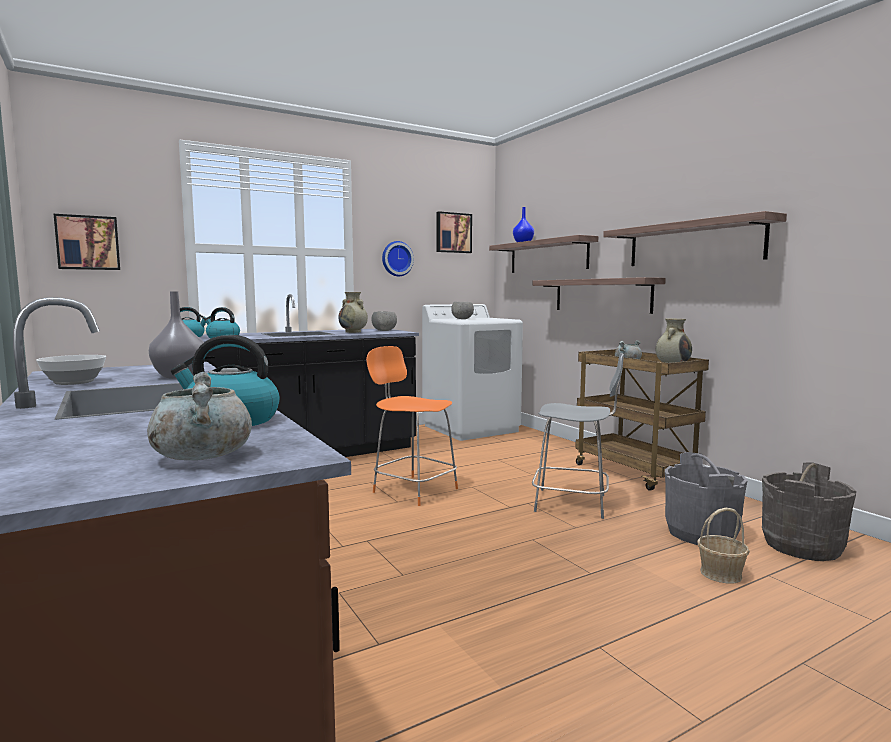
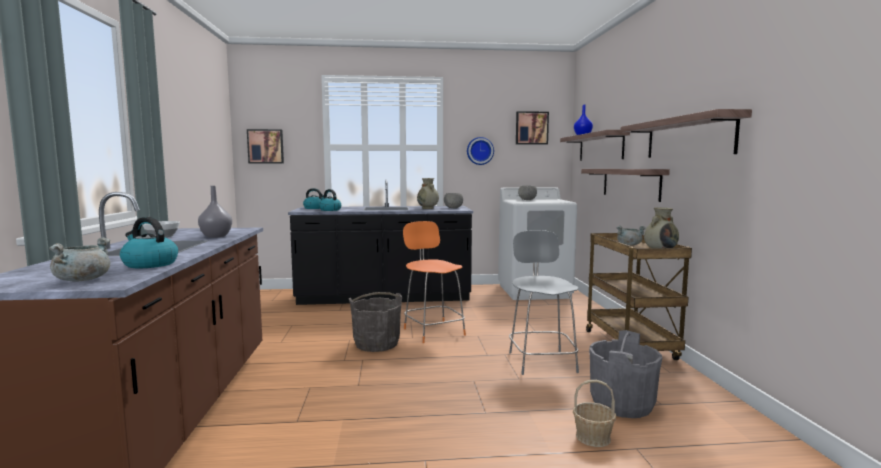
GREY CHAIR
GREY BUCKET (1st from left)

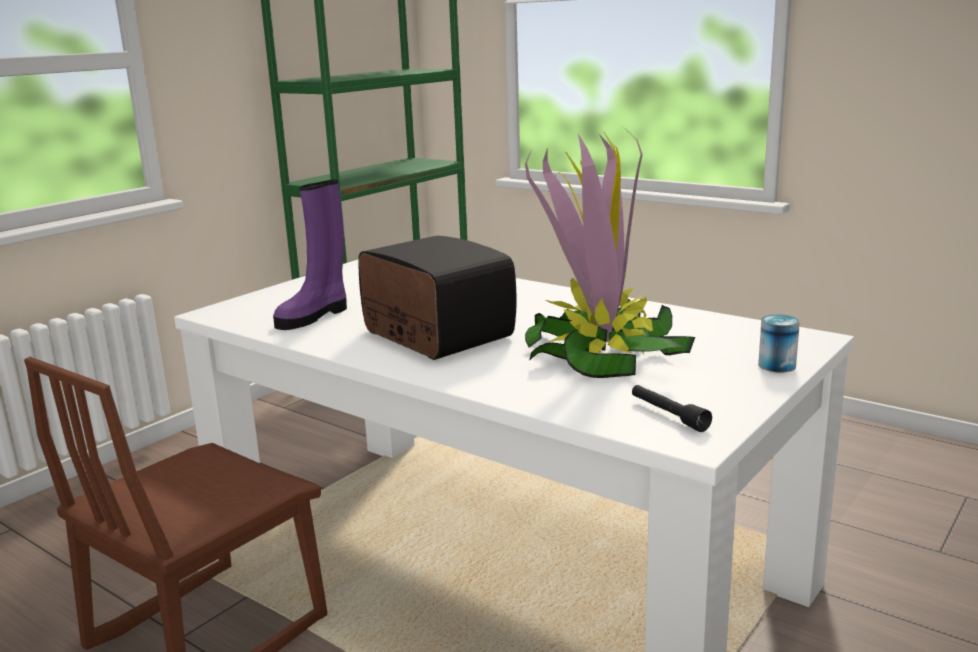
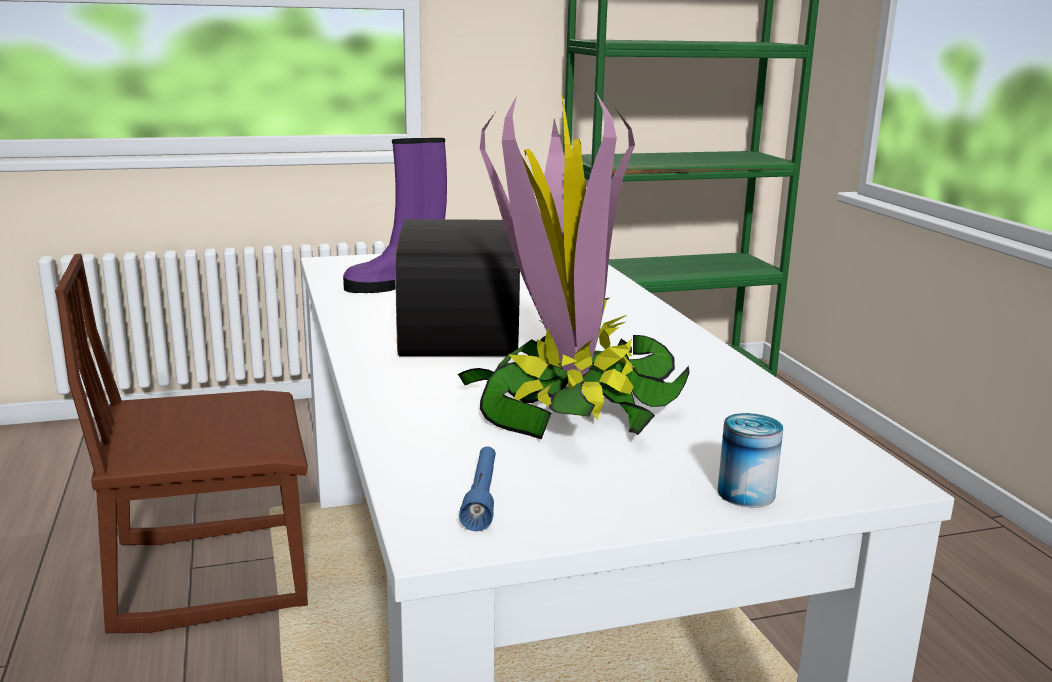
BLUE FLASHLIGHT

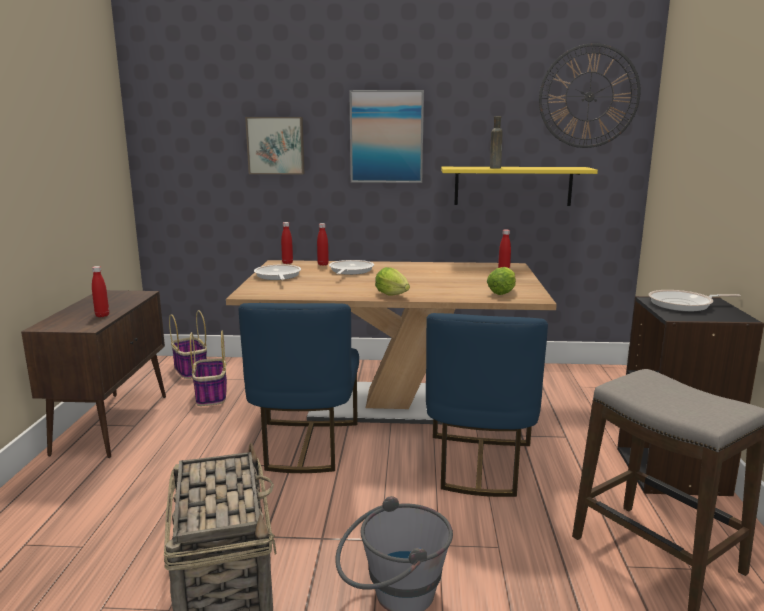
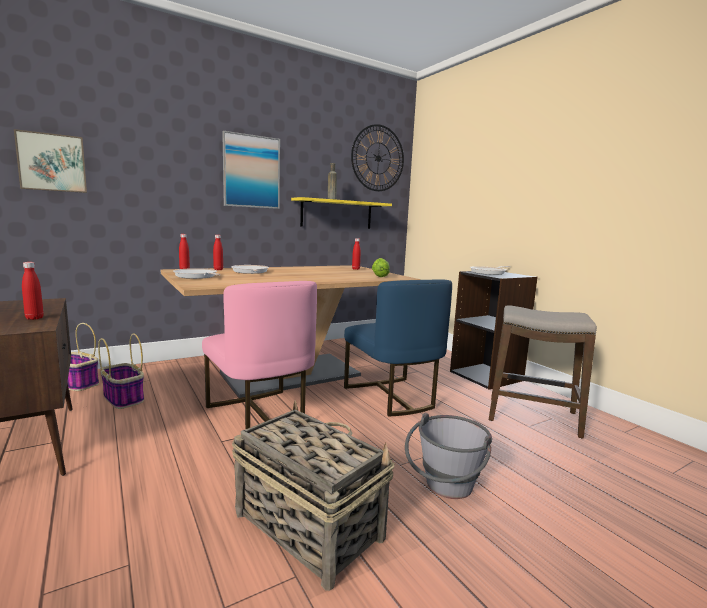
PINK CHAIR
PICTURE (1st from left)
LETTUCE (1st from left in the first image)

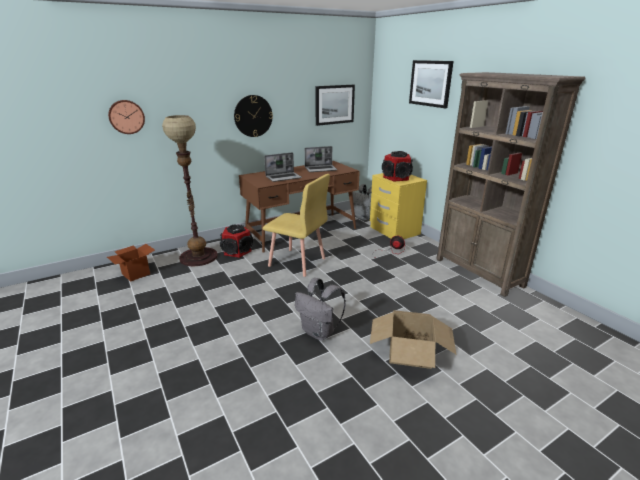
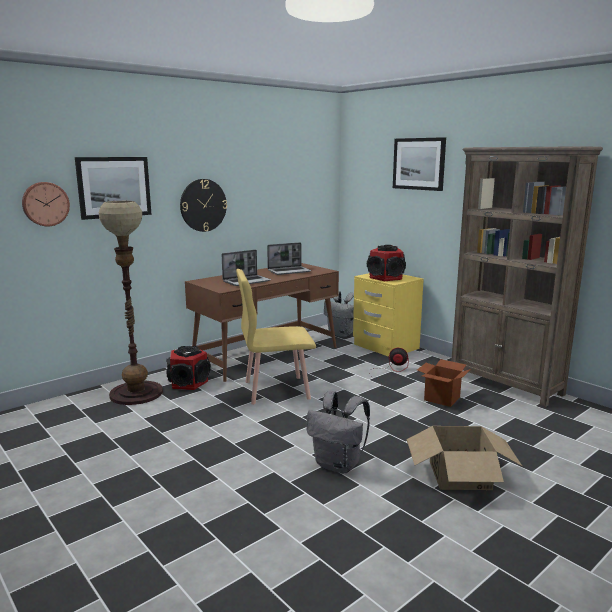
CARDBOARD BOX (1st from left)
YELLOW CHAIR
PICTURE (1st from left)

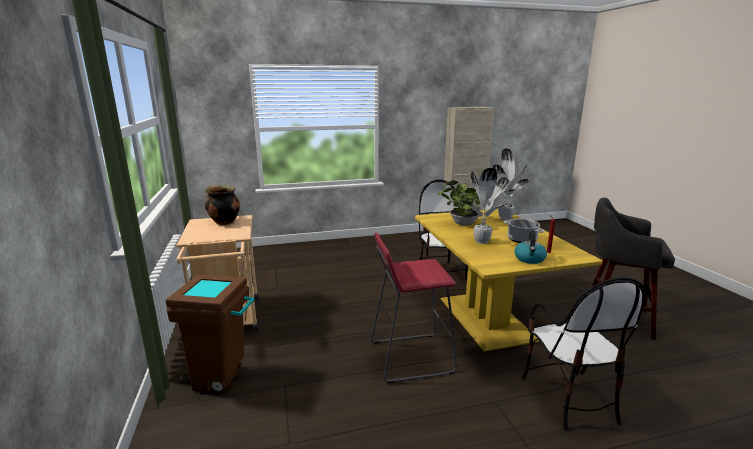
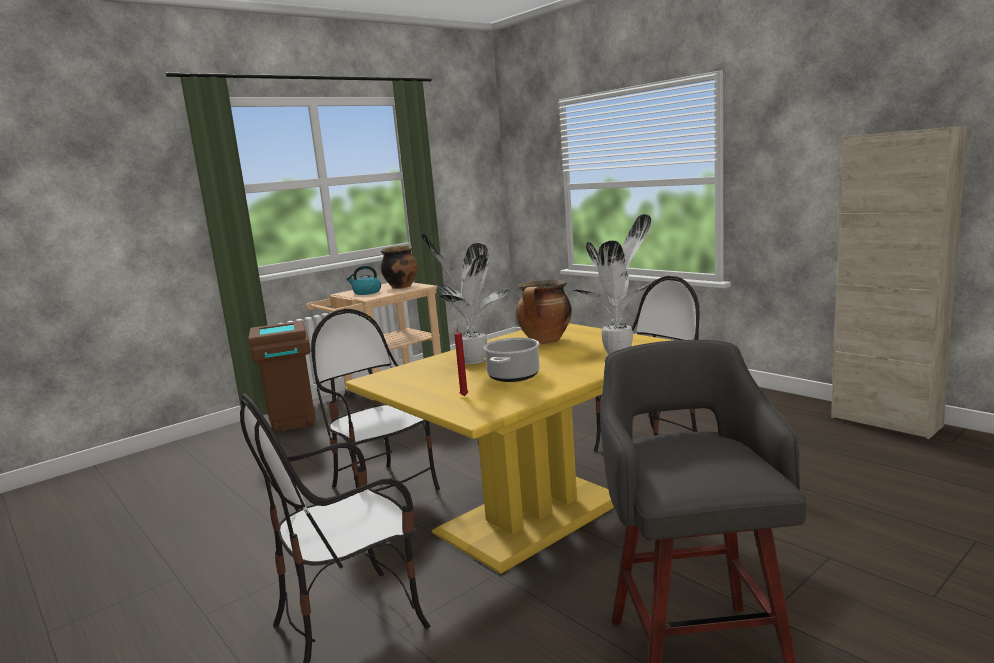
CHAIR (2nd from left)
COOKING POT (3rd from left)
KETTLE

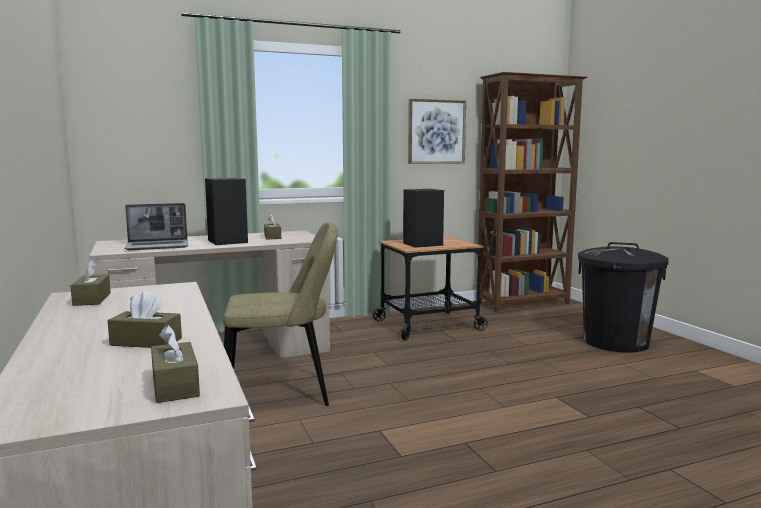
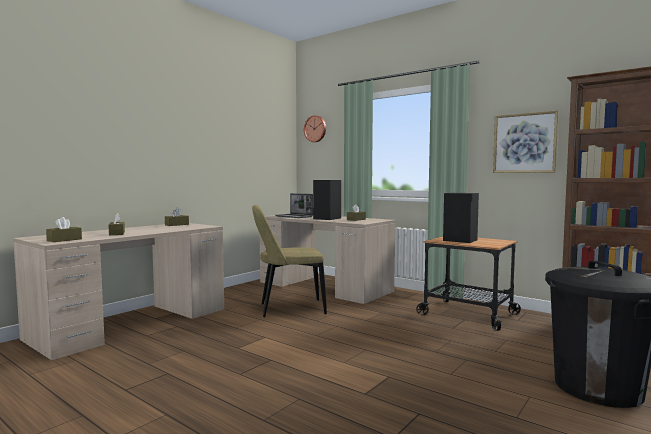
BEIGE CHAIR
WALL CLOCK

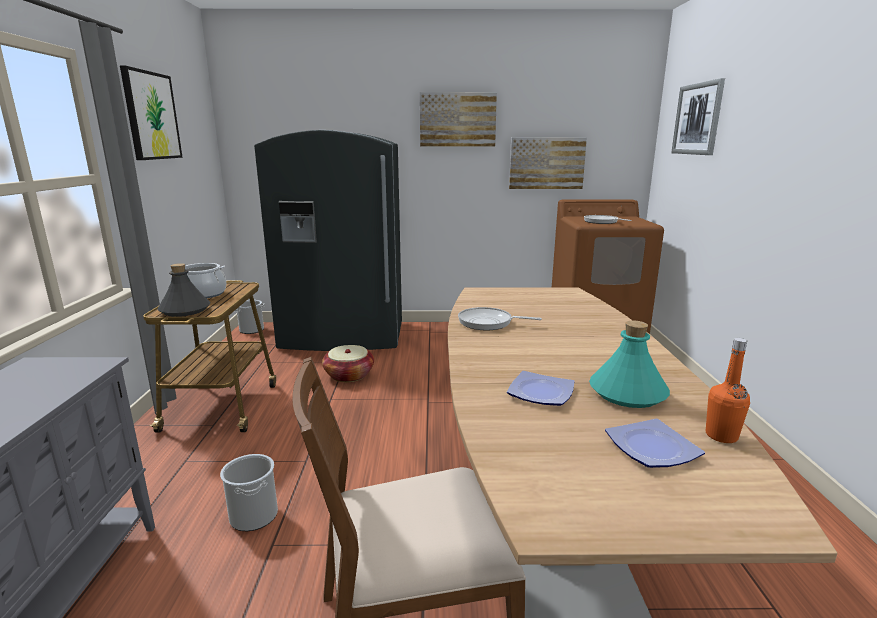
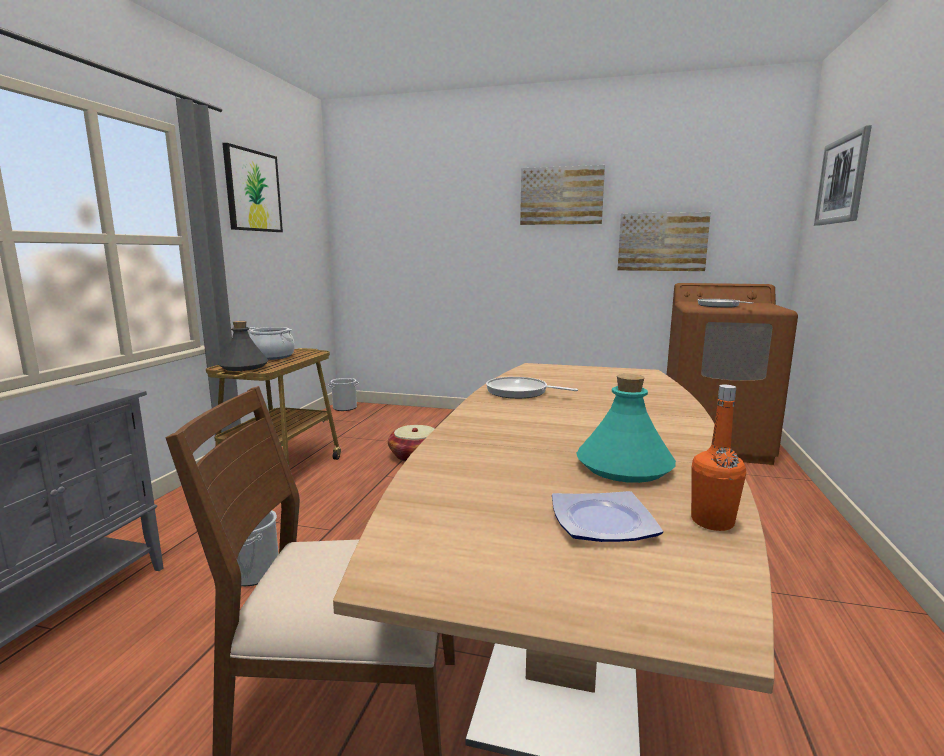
GREY FRIDGE
PLATE (1st from left in the first image)

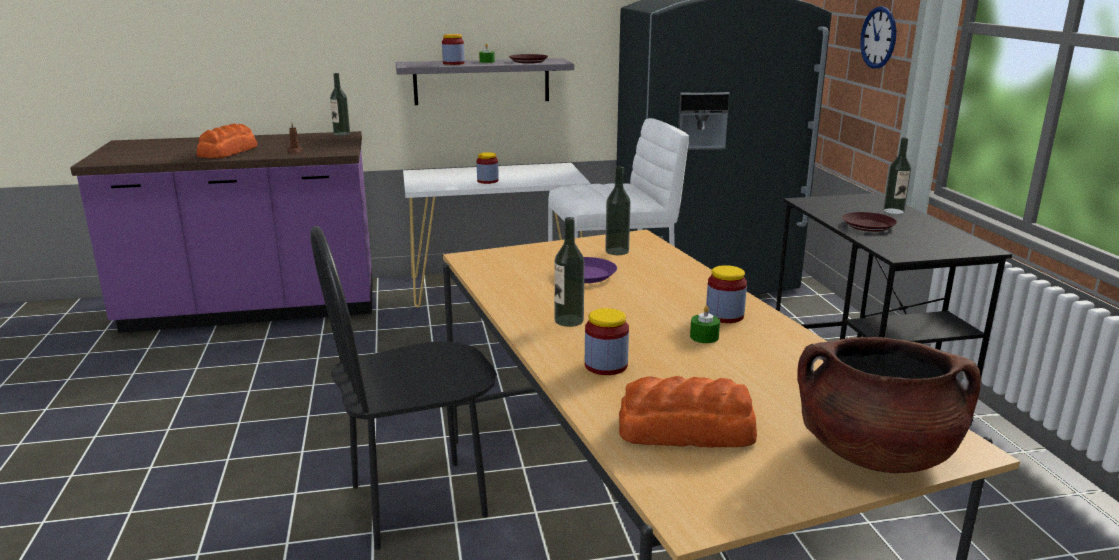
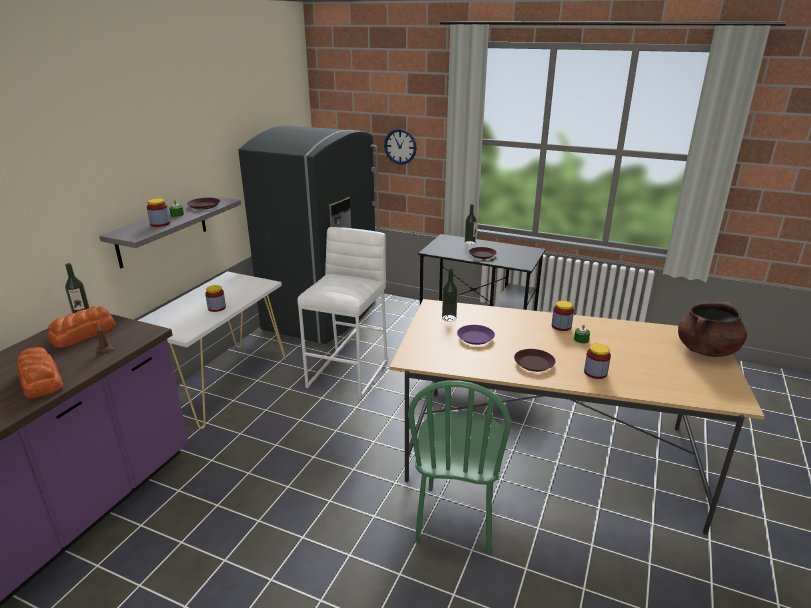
GREEN CHAIR
BROWN PLATE (3rd from left)
BREAD (2nd from left)

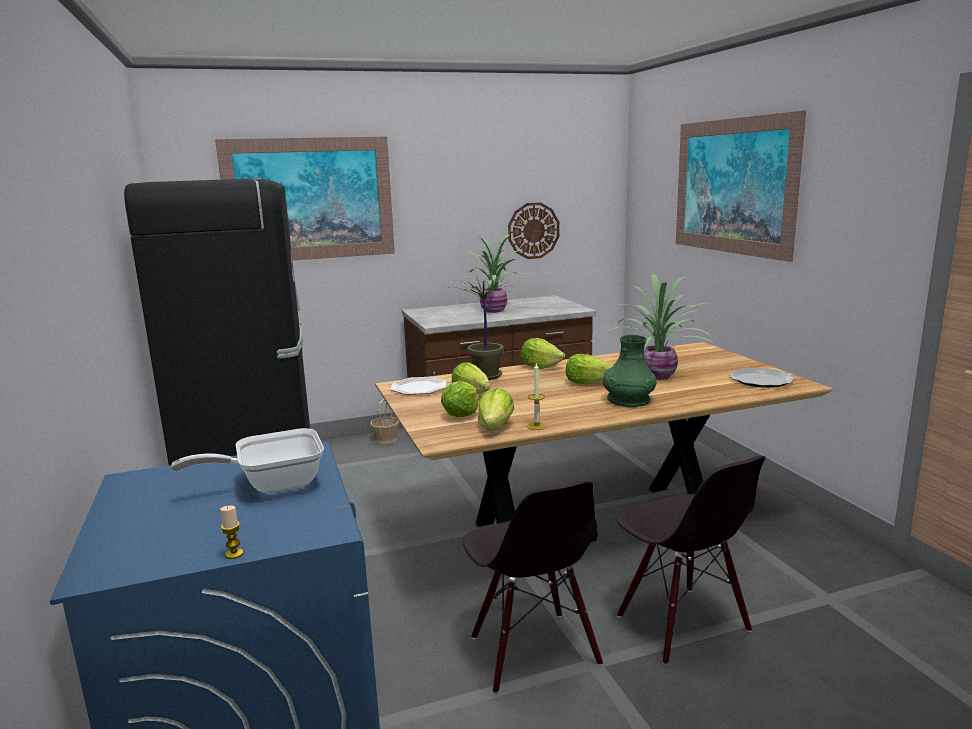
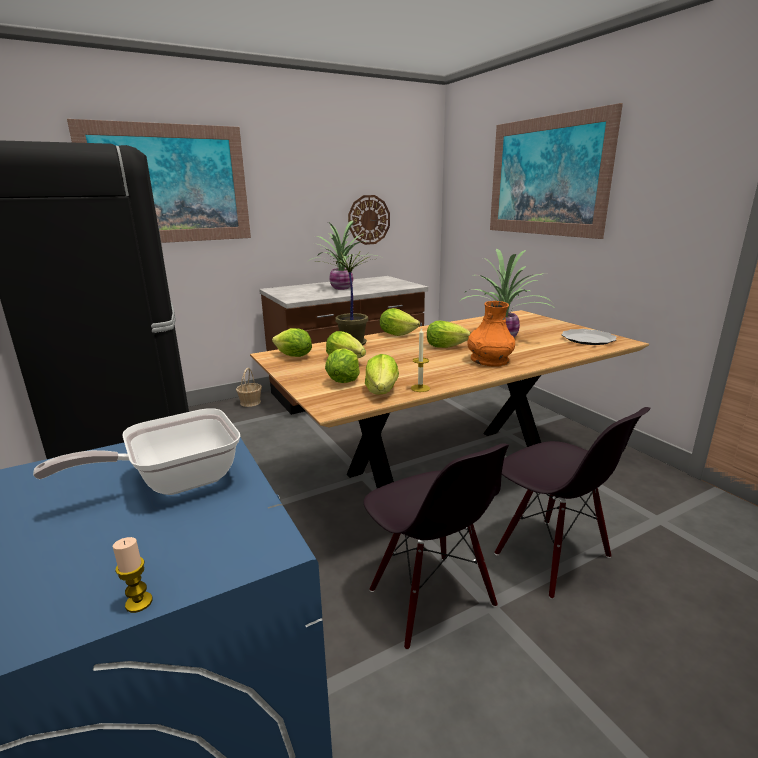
LETTUCE (1st from left)
ORANGE VASE

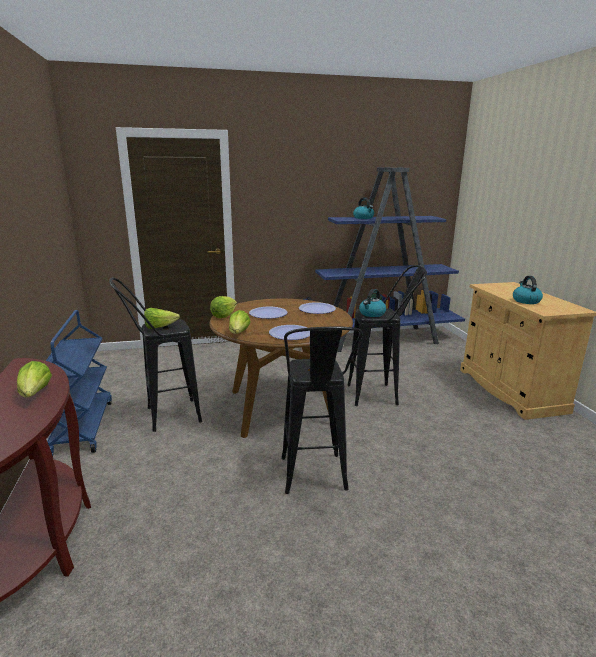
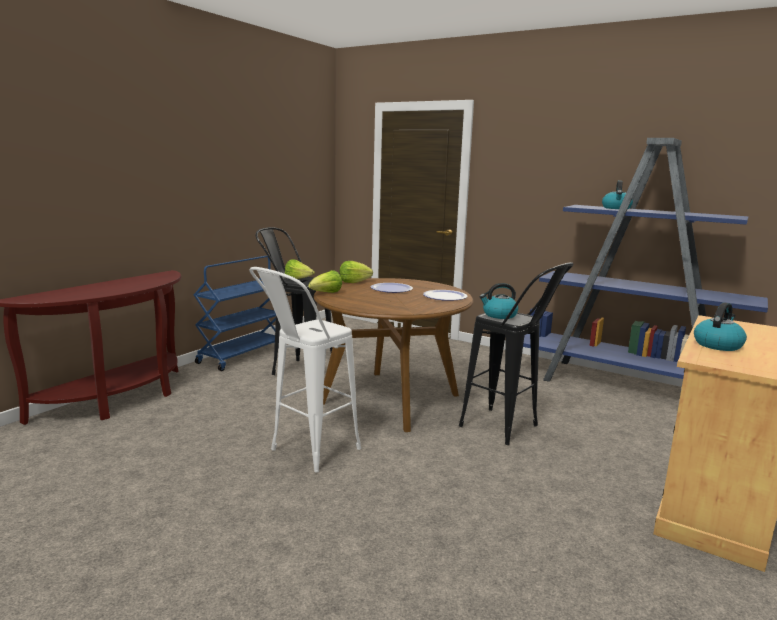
LETTUCE (1st from left in the first image)
PLATE (2nd from left in the first image)
WHITE STOOL

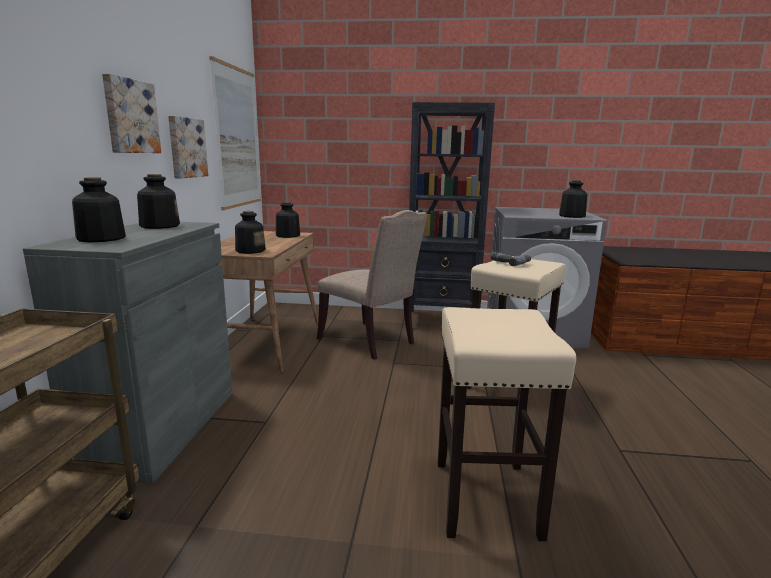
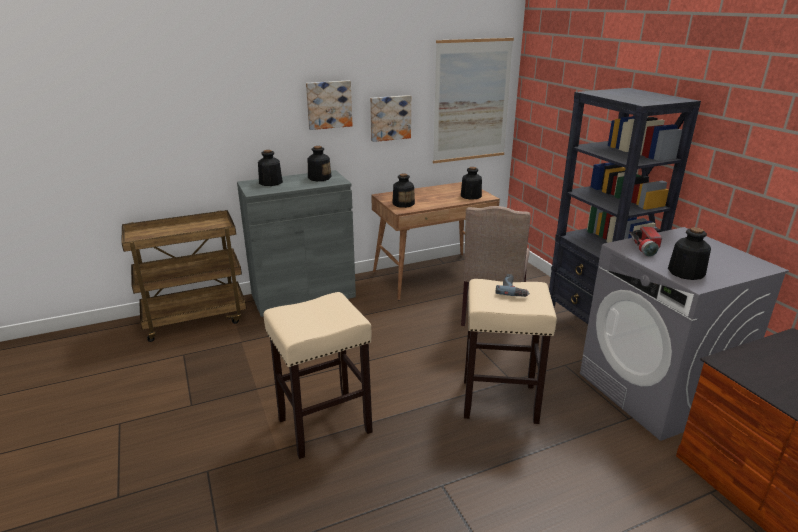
FLASHLIGHT

